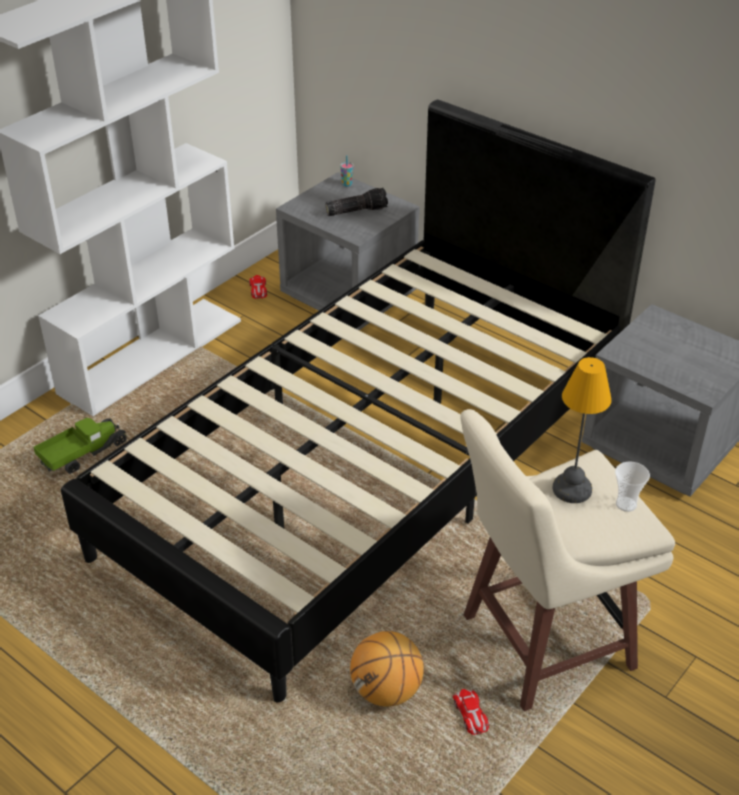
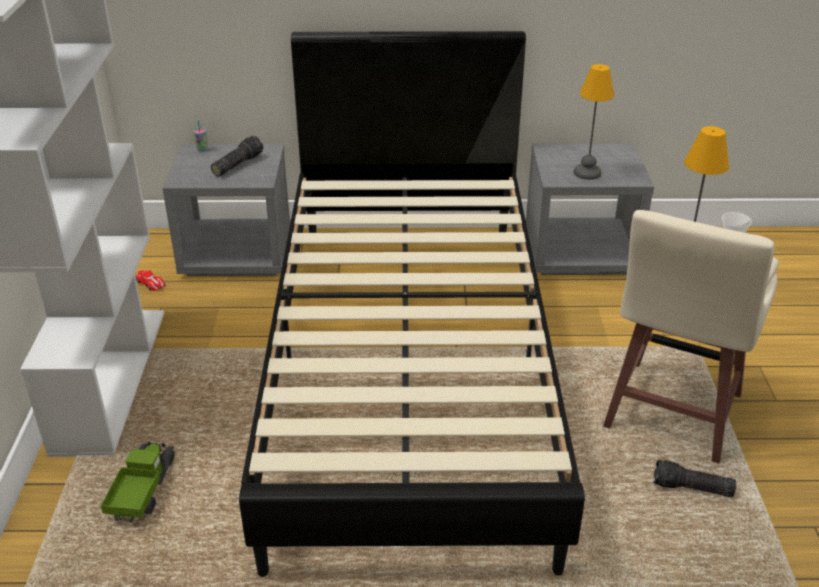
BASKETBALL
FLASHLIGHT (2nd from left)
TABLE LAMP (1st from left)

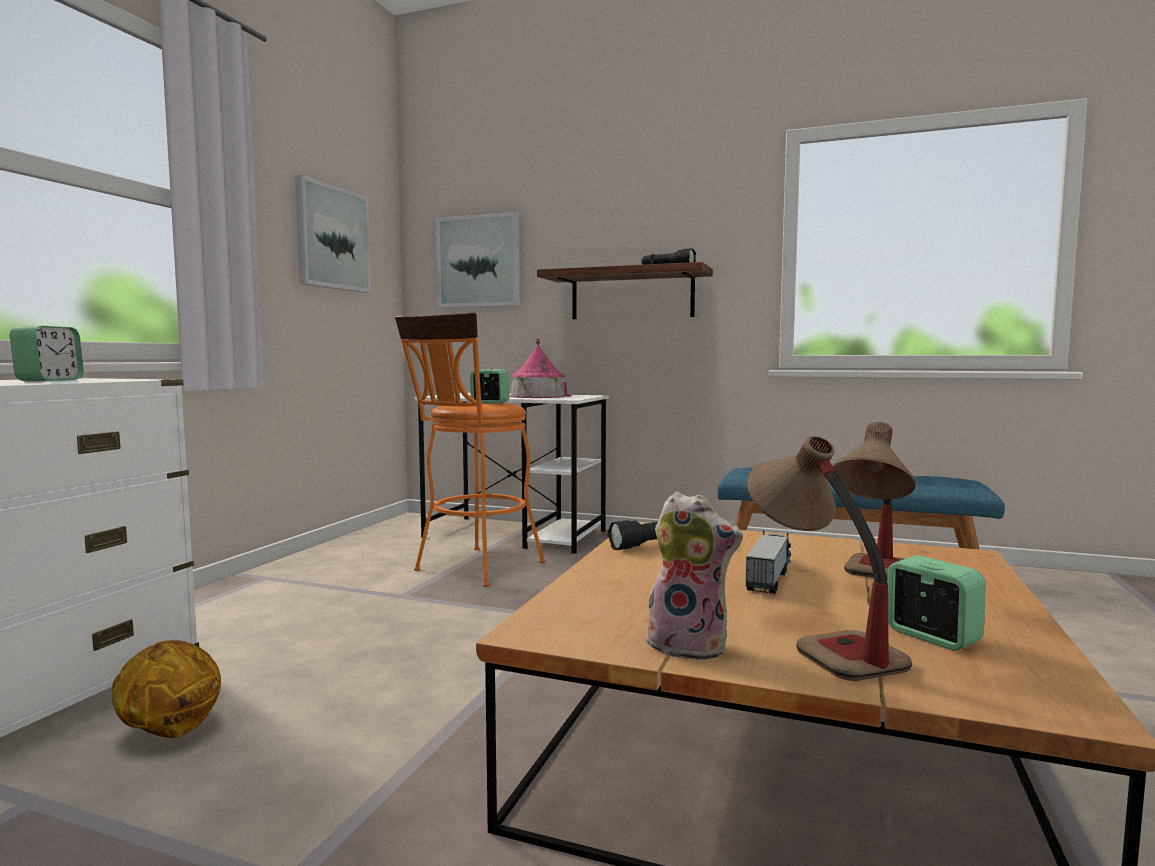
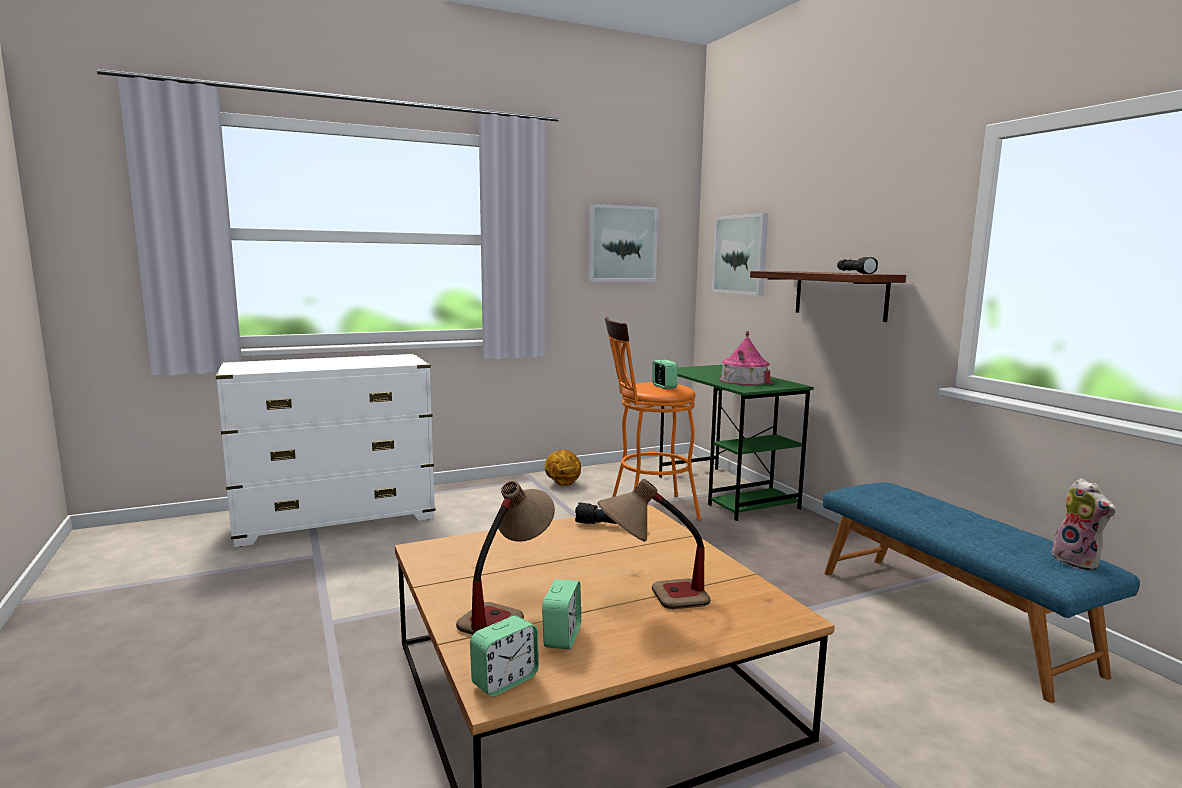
ALARM CLOCK (1st from left)
BASKETBALL
GREEN DESK
PLUSH TOY
TOY TRUCK

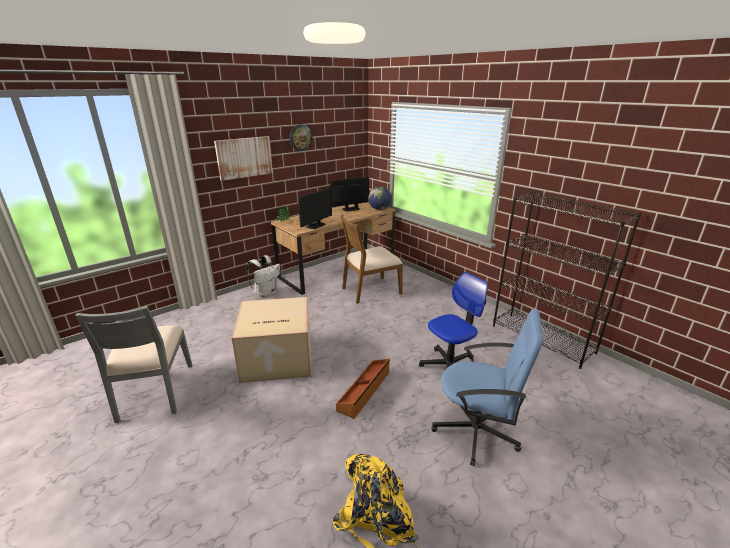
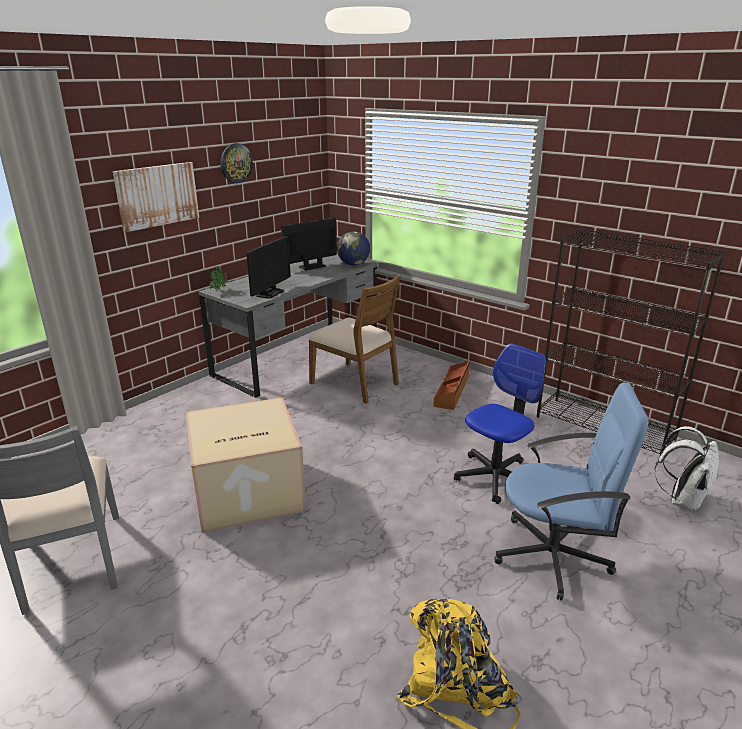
WHITE BACKPACK
GREY DESK
BROWN STORAGE BOX
BROWN CHAIR

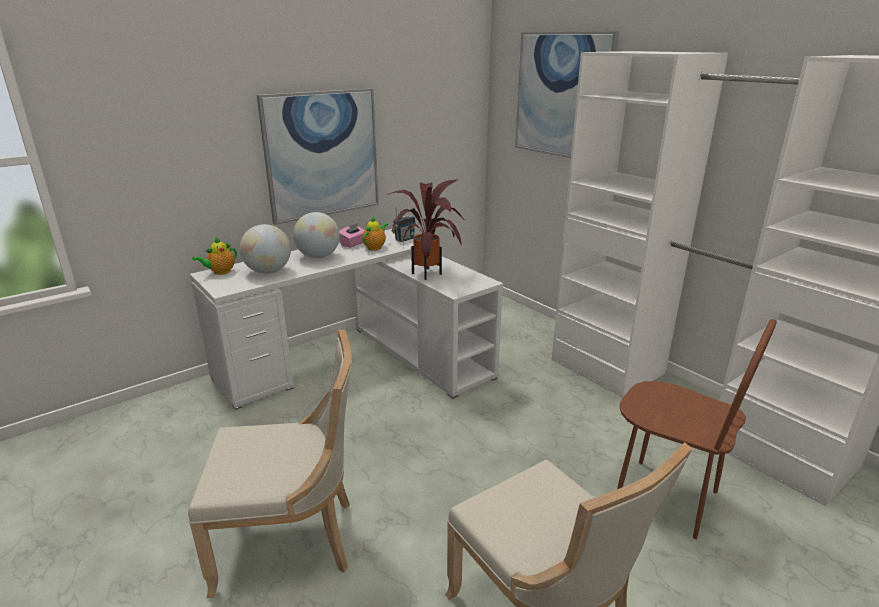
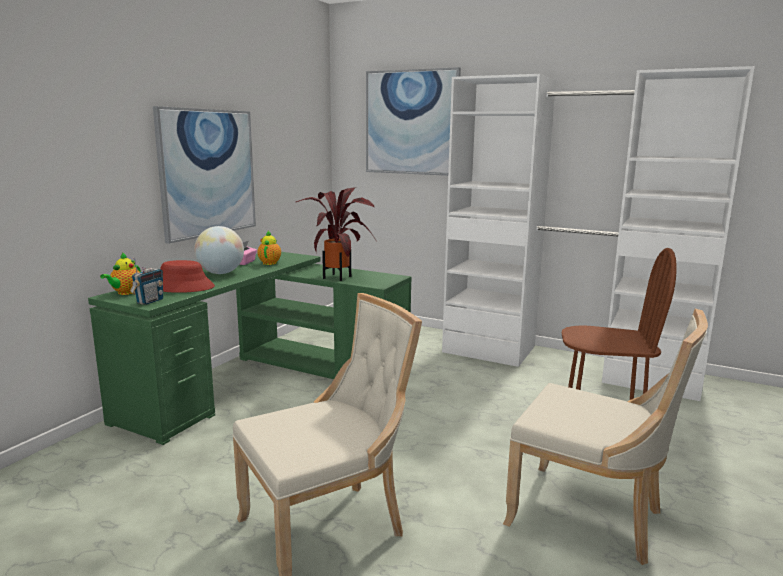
GREEN DESK
RED HAT
RADIO

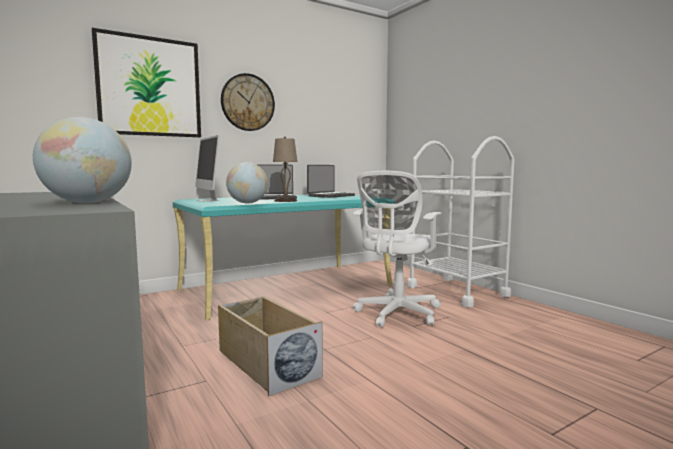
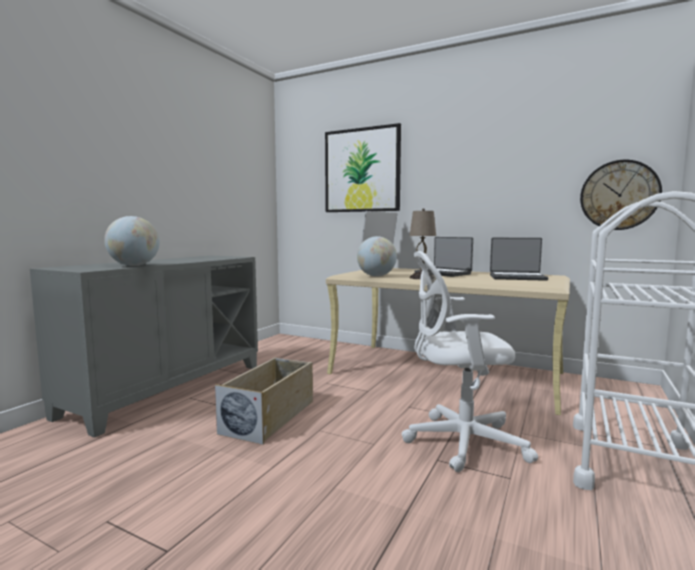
BEIGE DESK
WALL CLOCK

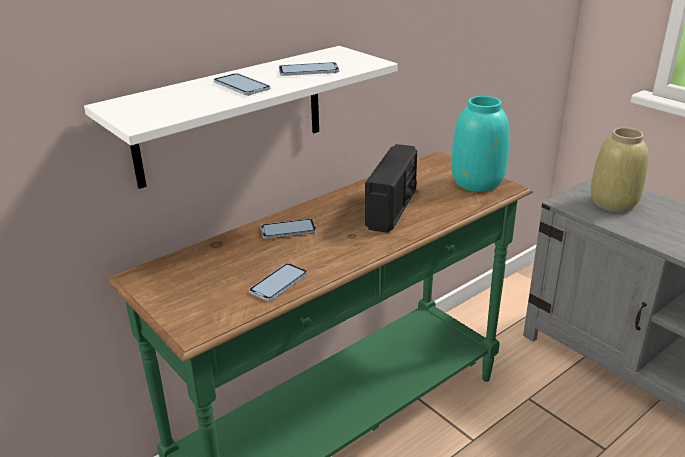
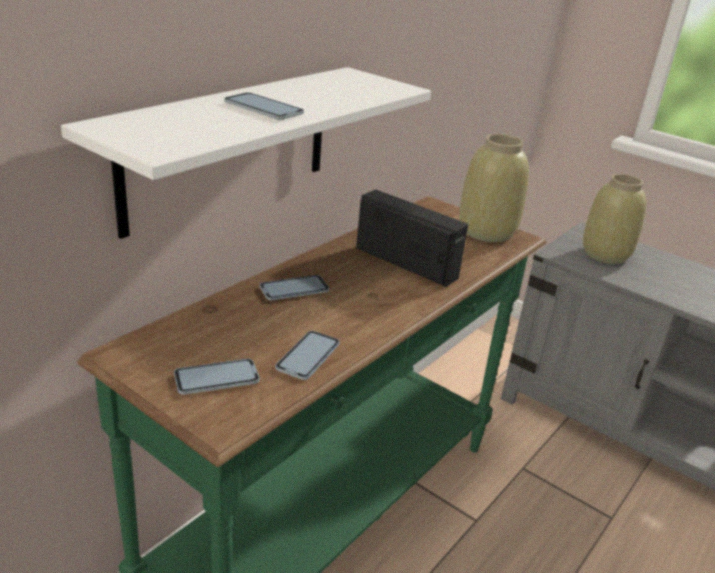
PHONE (1st from left)
RADIO
BEIGE VASE (1st from left)

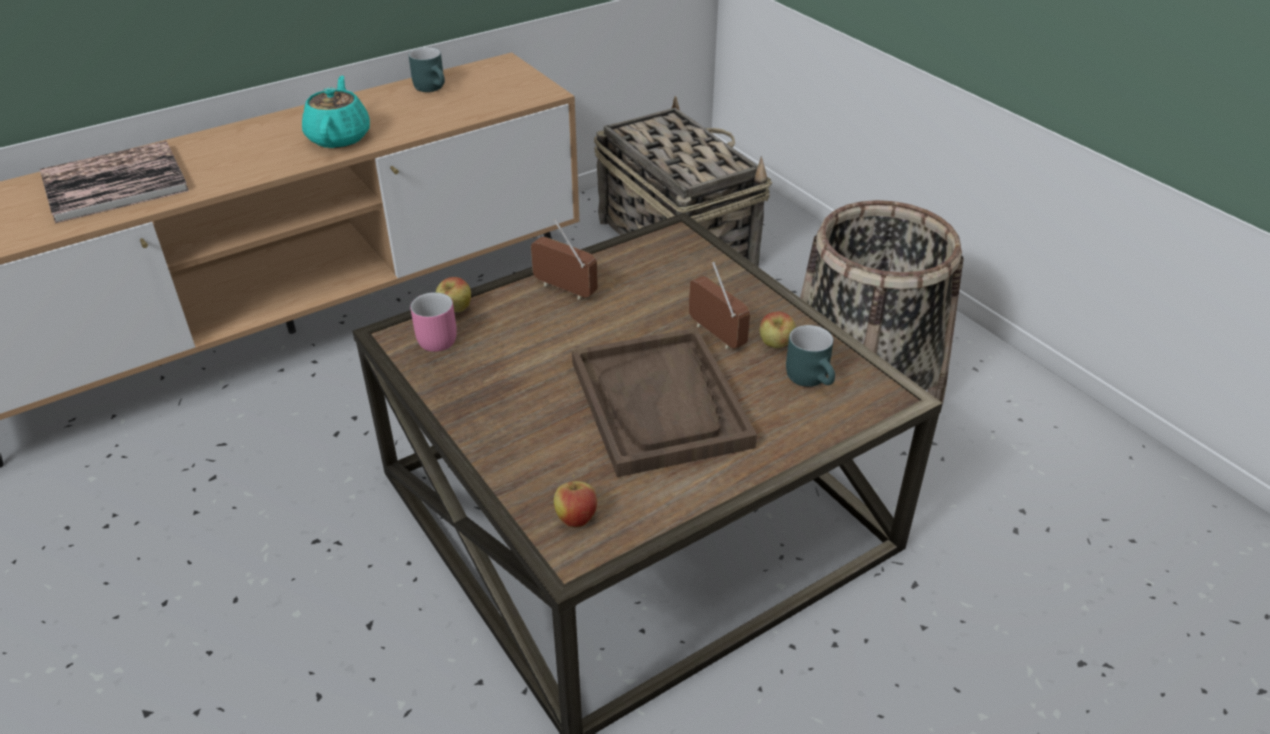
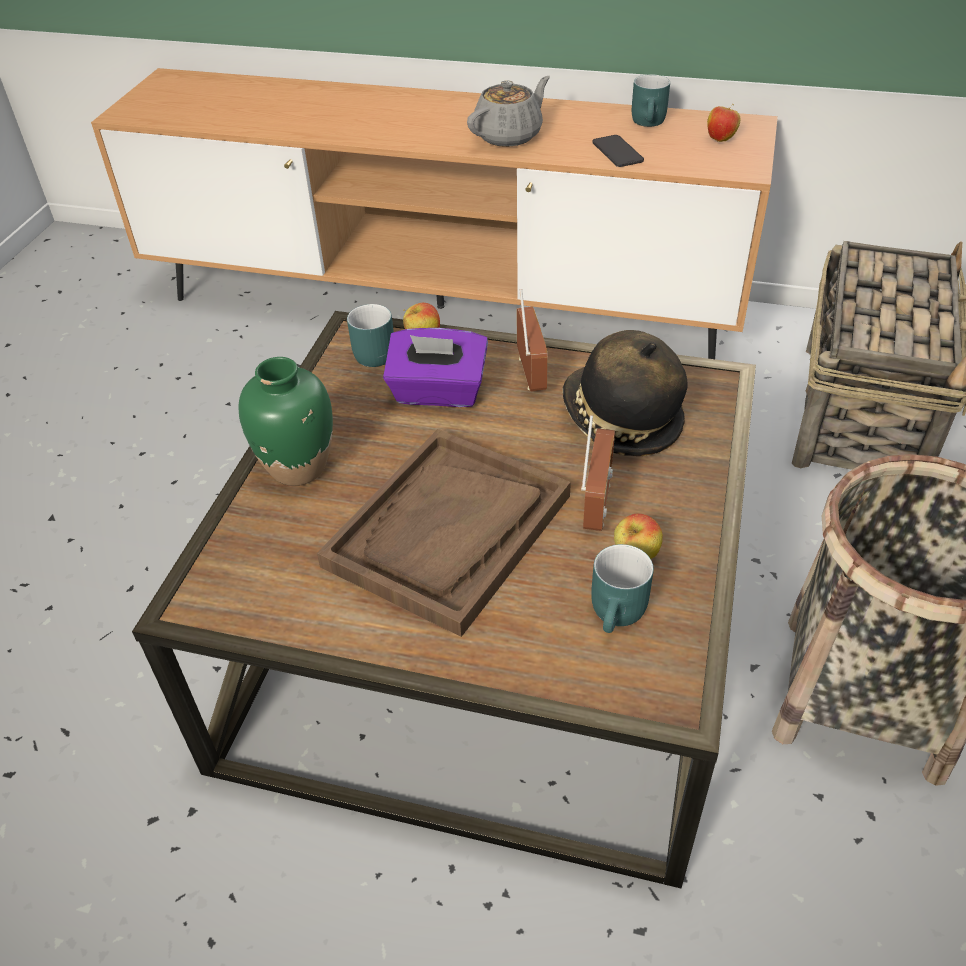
BOOK
GREY TEAPOT
TURQUOISE MUG (1st from left)
APPLE (3rd from left)
GREEN VASE
PURPLE TISSUE BOX
HAT
PHONE

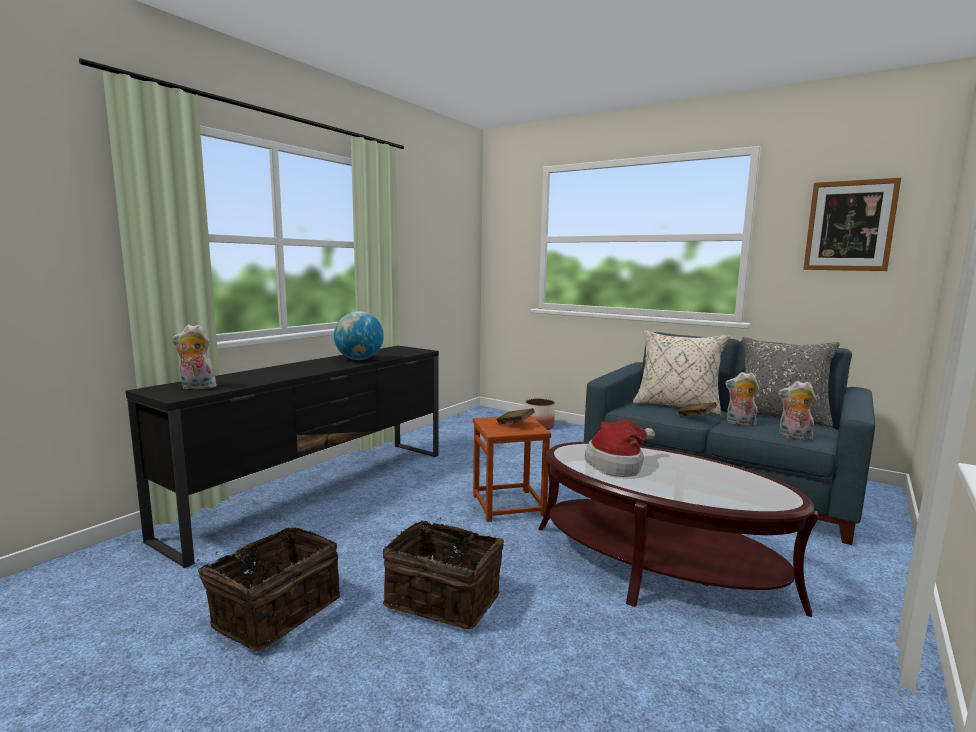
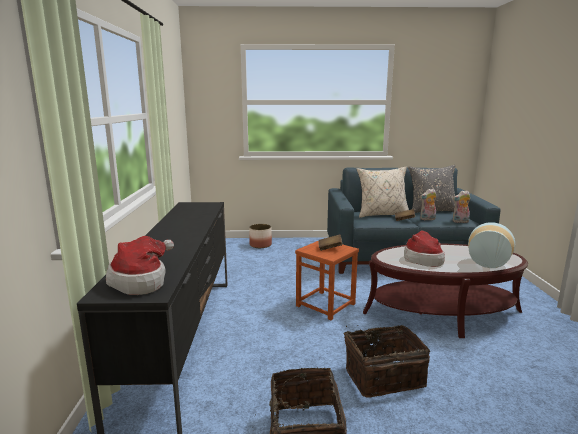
HAT (1st from left)
GLOBE
PICTURE
VASE

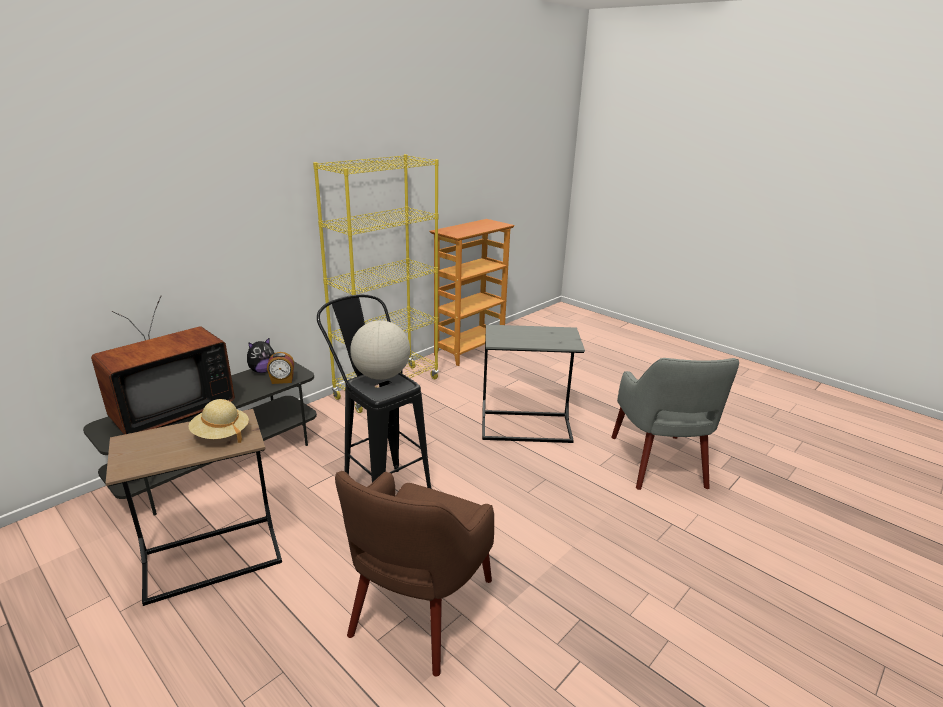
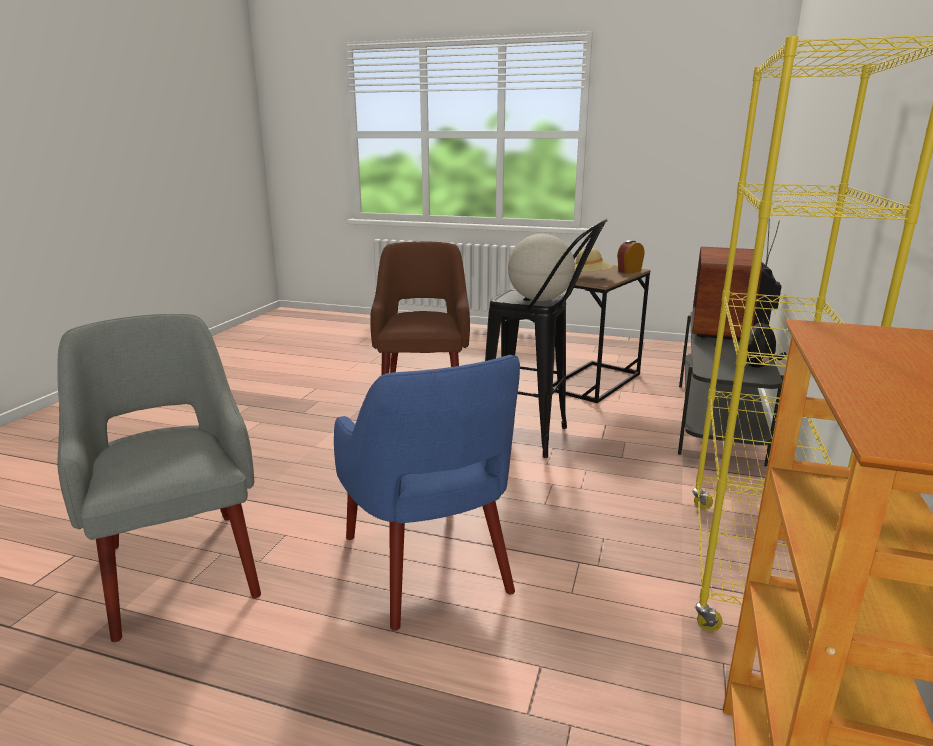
ALARM CLOCK
BLUE ARMCHAIR

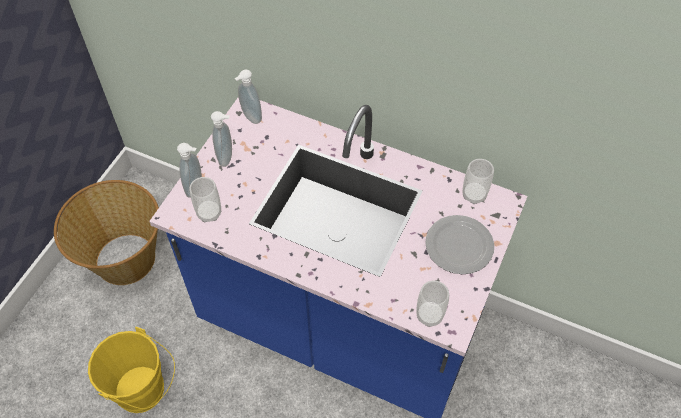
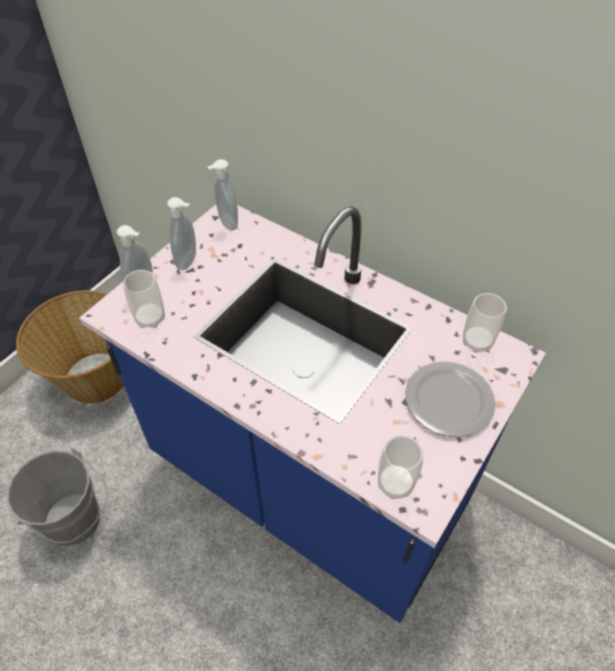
GREY BUCKET

